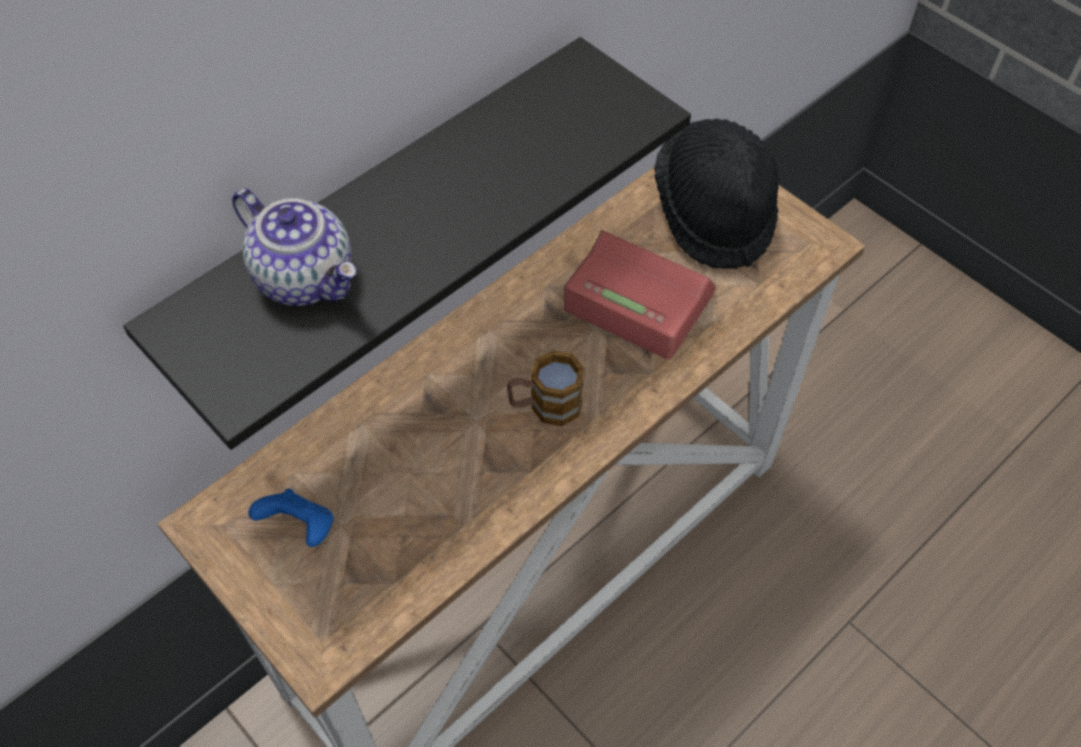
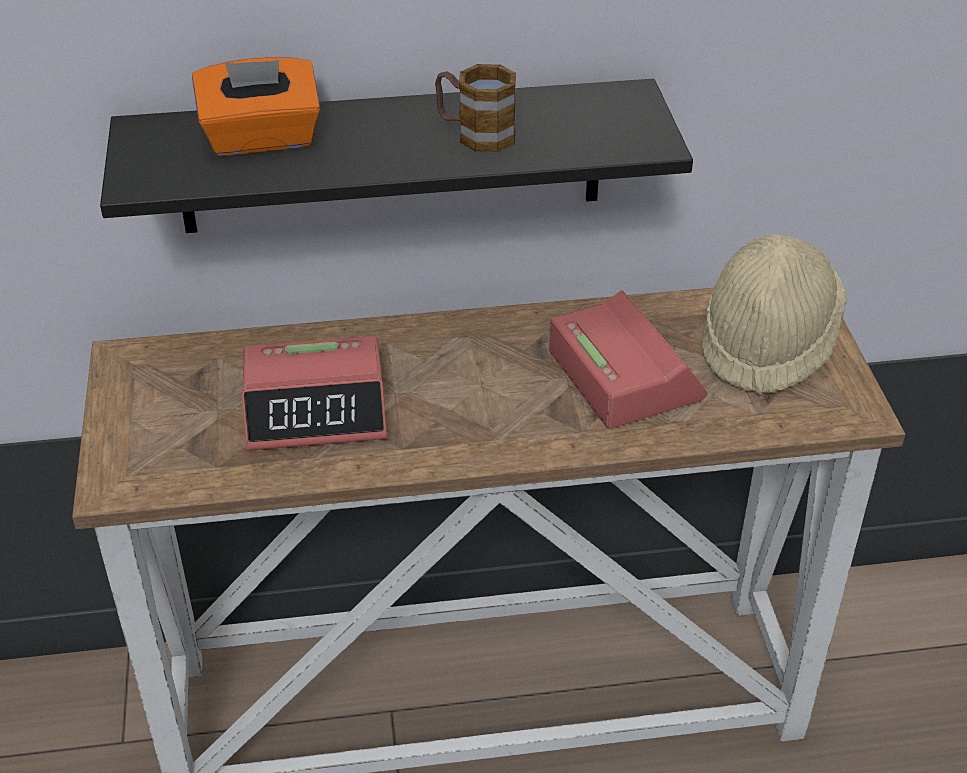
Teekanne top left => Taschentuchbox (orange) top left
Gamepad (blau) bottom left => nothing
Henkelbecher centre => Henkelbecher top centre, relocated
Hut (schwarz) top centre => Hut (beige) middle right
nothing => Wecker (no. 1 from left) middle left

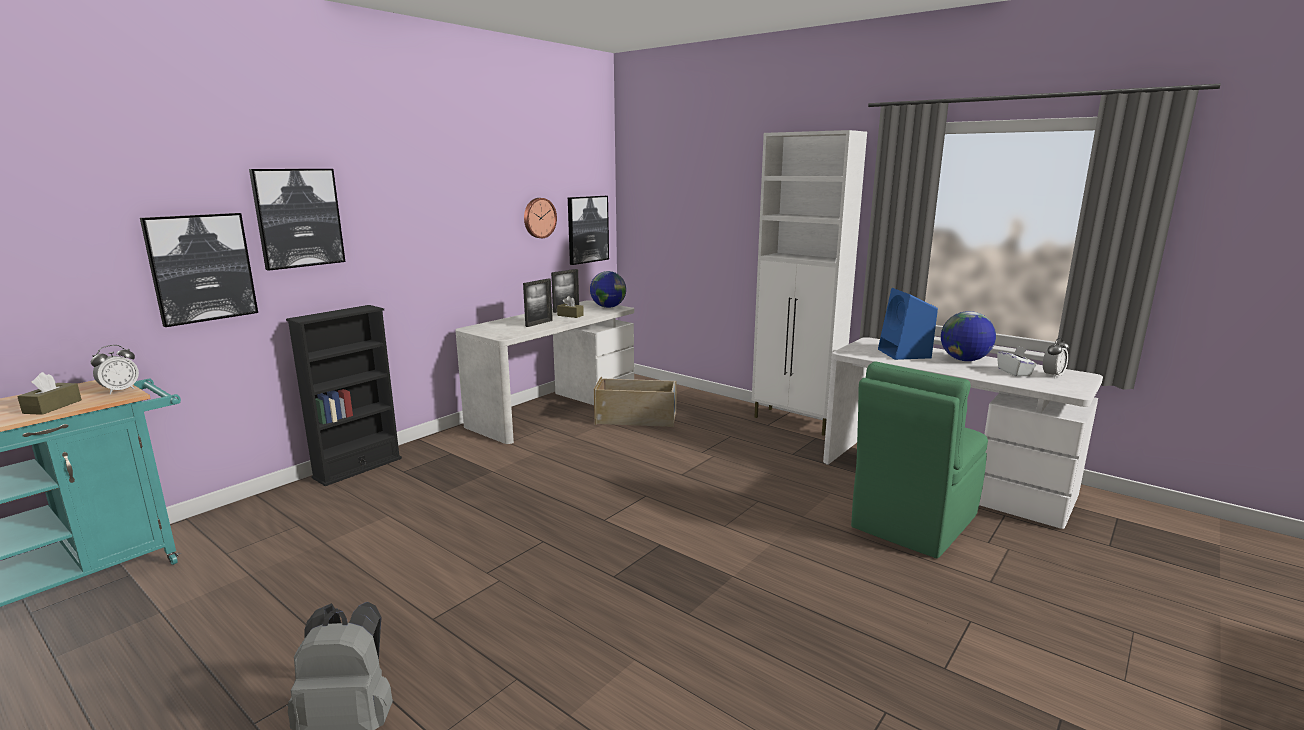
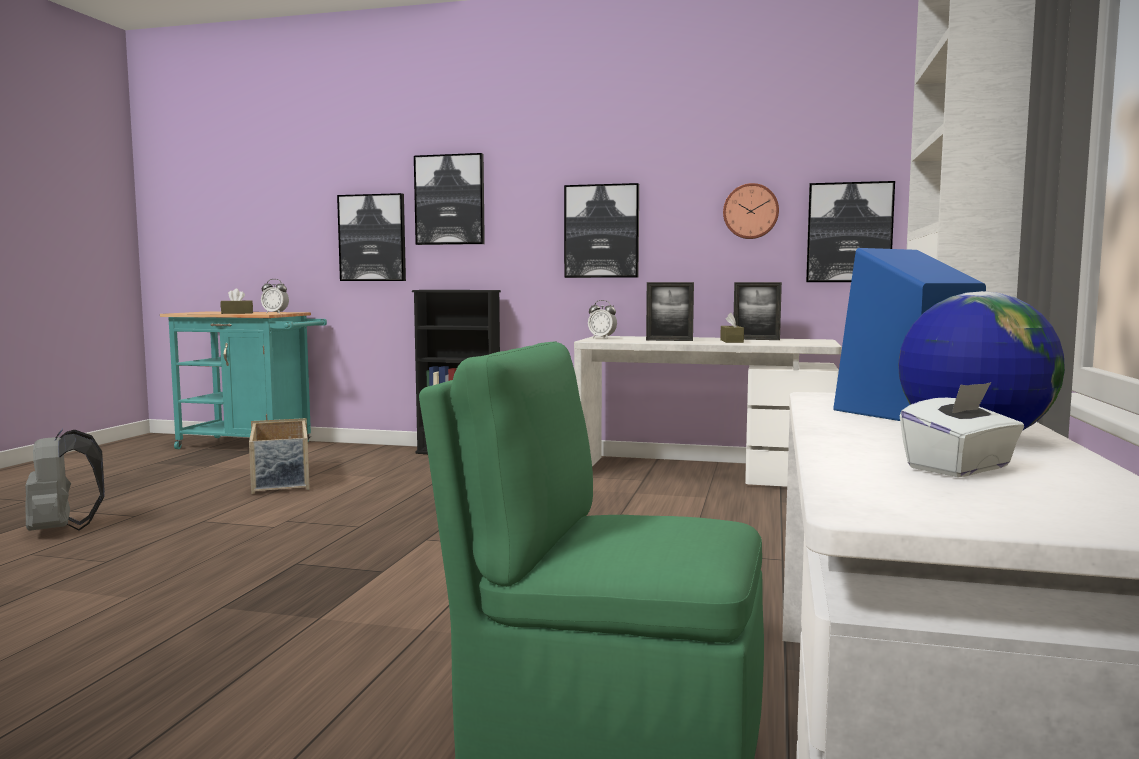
Globus (no. 1 from left) centre => nothing
Aufbewahrungsbox (beige) centre => Aufbewahrungsbox (beige) middle left, relocated
Wecker (no. 2 from left) middle right => Wecker (no. 2 from left) centre, relocated
nothing => Bild (no. 3 from left) top centre

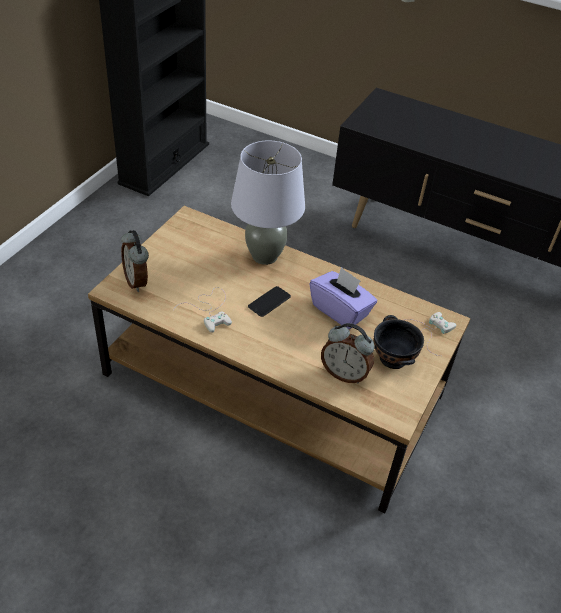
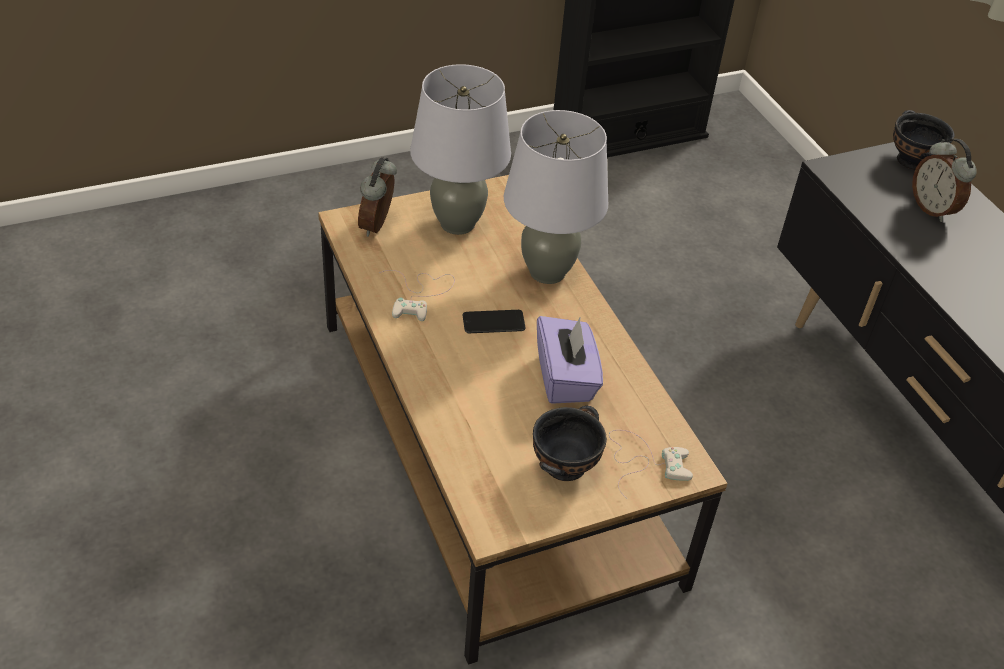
Wecker (no. 2 from left) centre => Wecker (no. 2 from left) top right, relocated
nothing => Tischlampe (grau) (no. 1 from left) top centre
nothing => Schüssel (schwarz) (no. 2 from left) top right

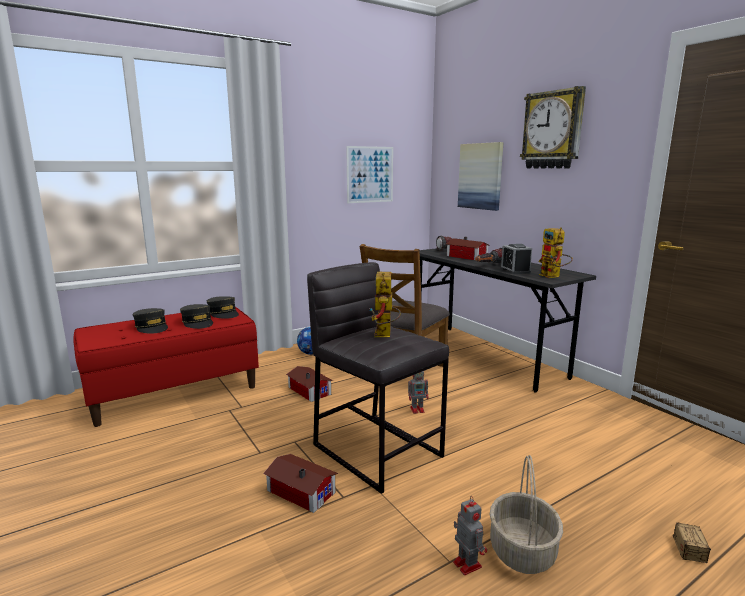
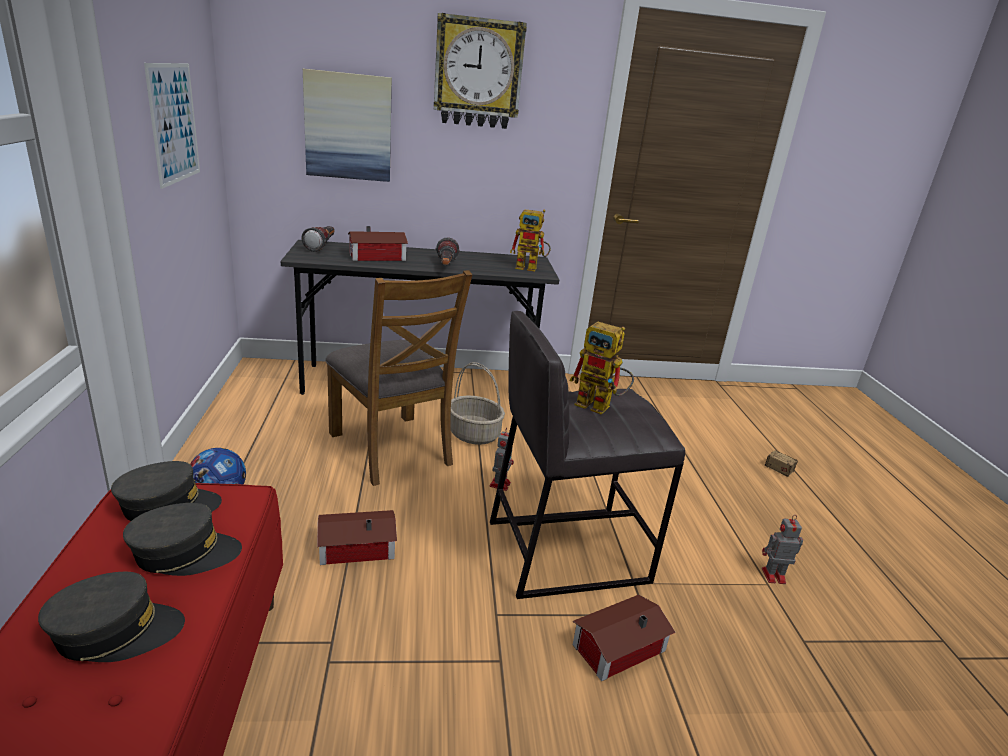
Korb bottom right => Korb centre, relocated
Wecker middle right => nothing

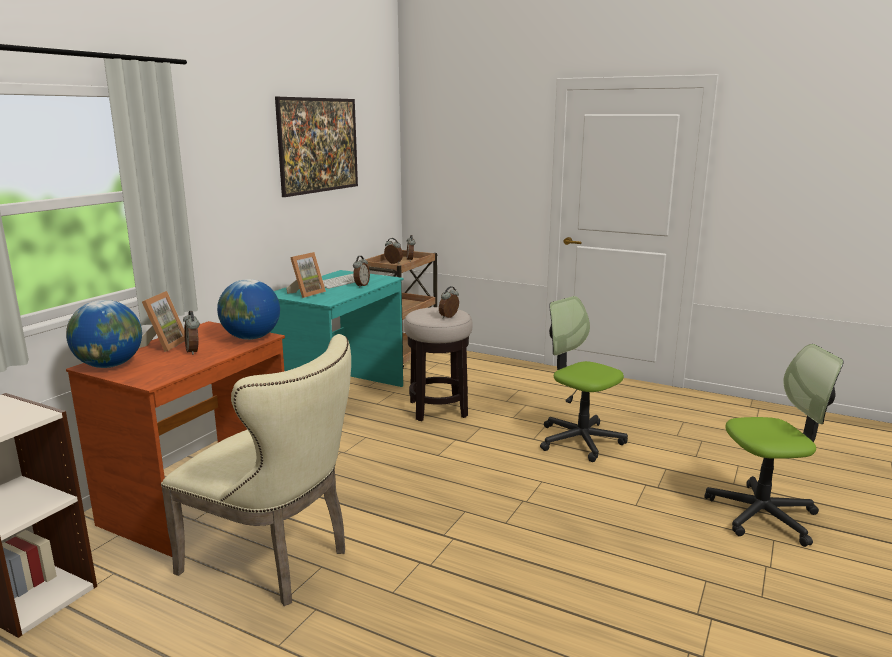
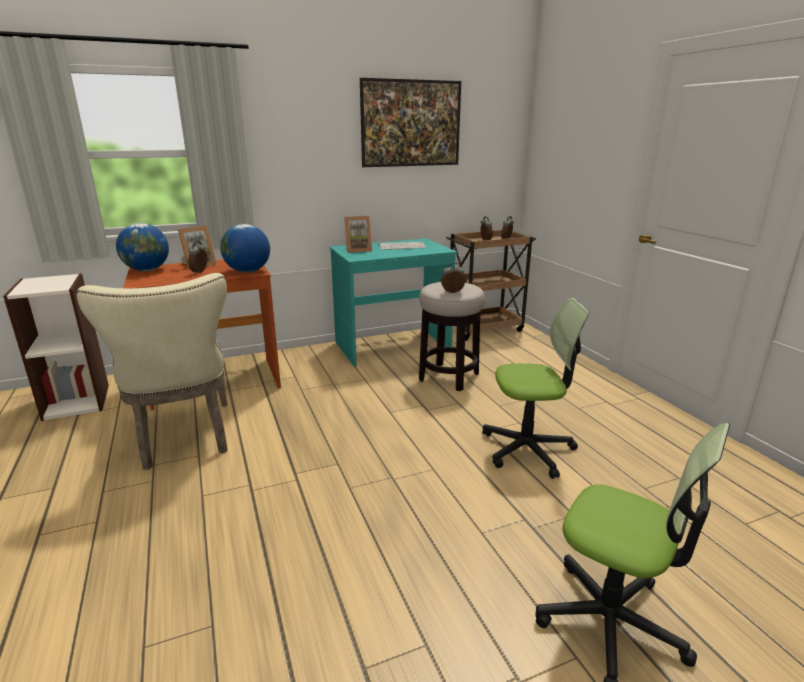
Wecker (no. 2 from left) centre => nothing
Bürostuhl (no. 1 from left) centre, 90 degrees clockwise

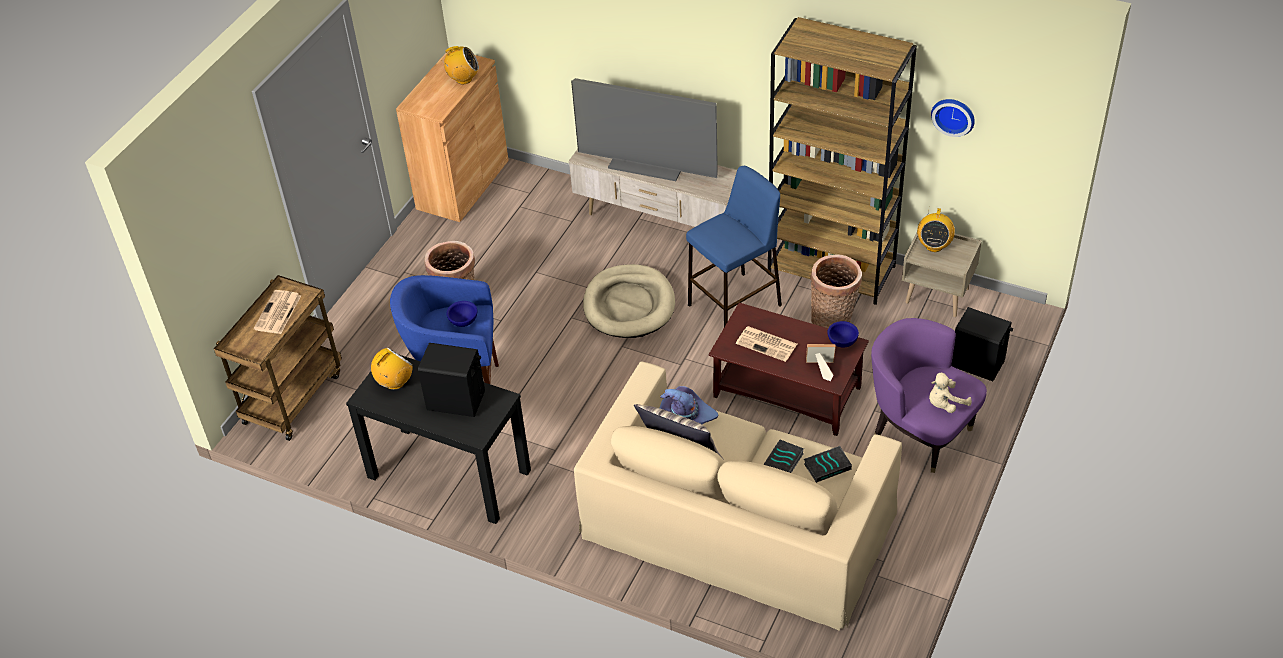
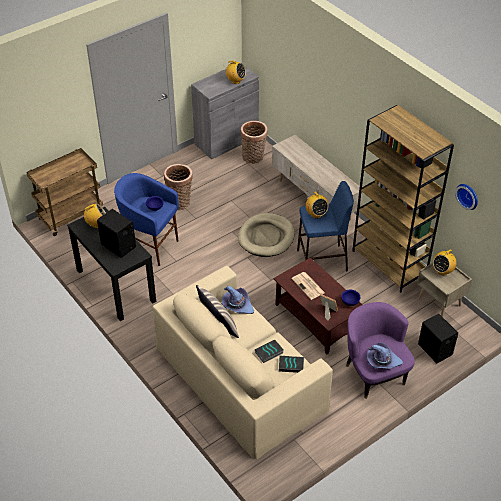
Zeitung (no. 1 from left) middle left => nothing
Schrank (braun) top centre => Schrank (grau) top centre
Fernseher top centre => nothing
Korb (no. 2 from left) centre => Korb (no. 2 from left) top centre, relocated
Plüschtier (beige) middle right => Hut (lila) (no. 2 from left) bottom right
nothing => Radio (no. 3 from left) centre

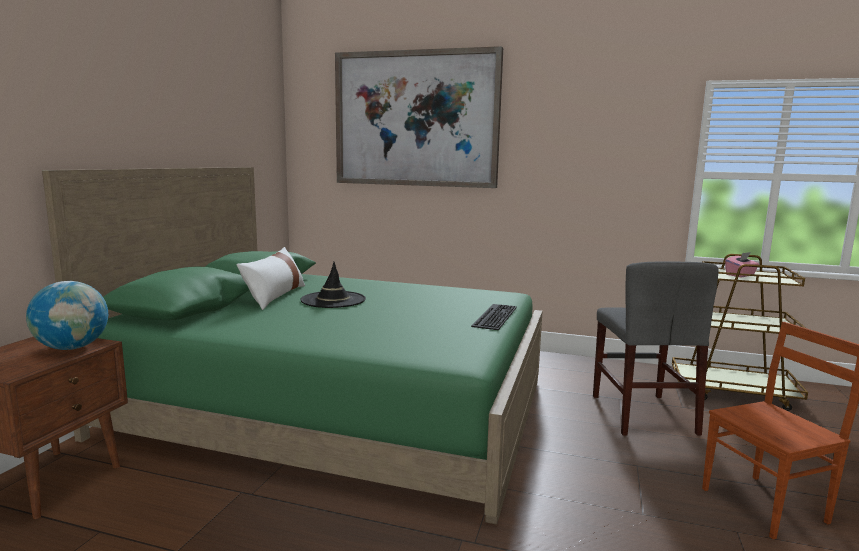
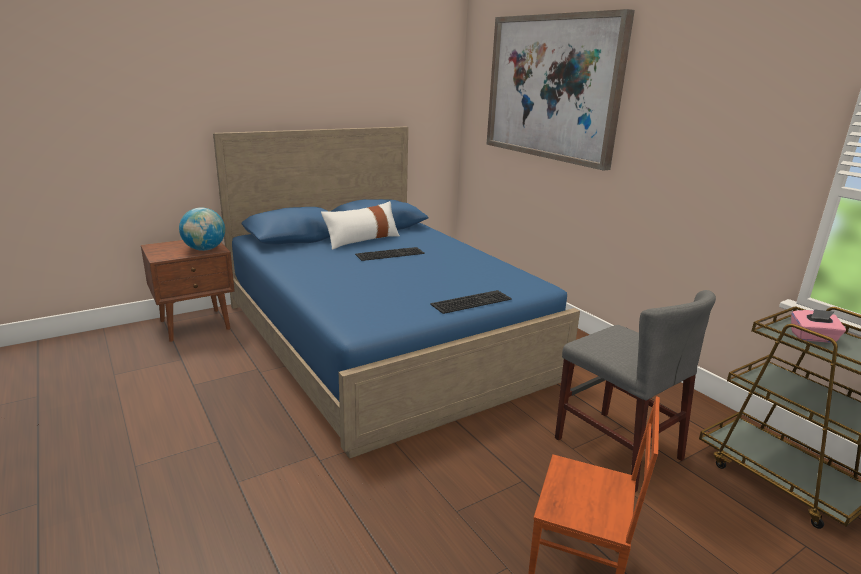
Bett (grün) centre => Bett (blau) centre
Hut (schwarz) centre => Tastatur (no. 1 from left) centre
Stuhl (grau) middle right => Stuhl (grau) bottom right, 75 degrees counterclockwise

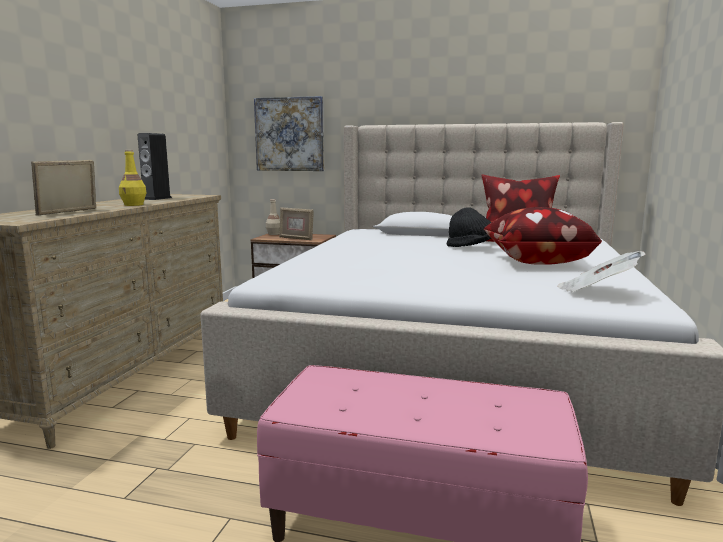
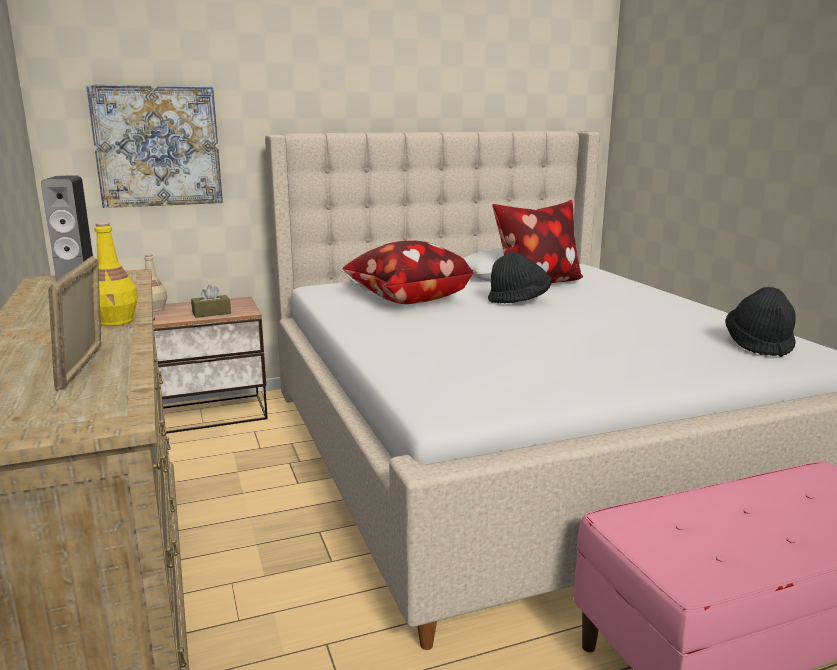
Bilderrahmen (no. 2 from left) centre => Taschentuchbox (braun) middle left
Kissen (no. 2 from left in the first image) middle right => Kissen (no. 1 from left) centre, relocated
Zeitung middle right => Hut (schwarz) (no. 2 from left) middle right

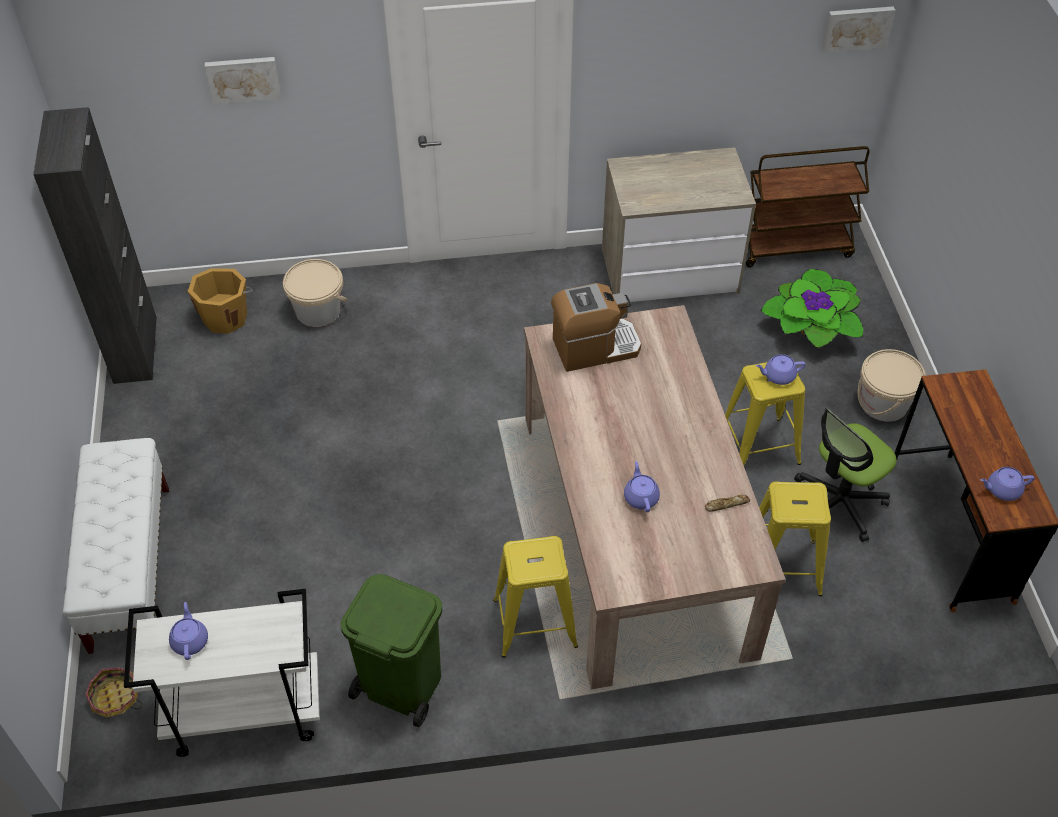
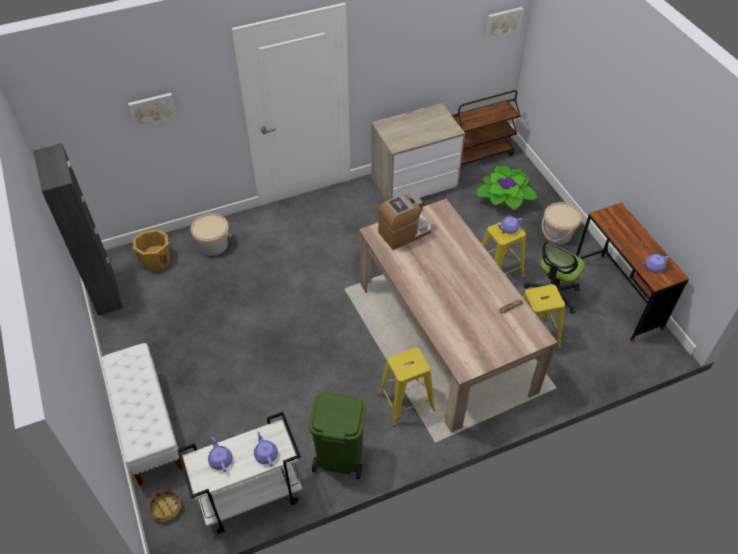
Teekanne (lila) (no. 2 from left) centre => Teekanne (lila) (no. 2 from left) bottom centre, relocated

